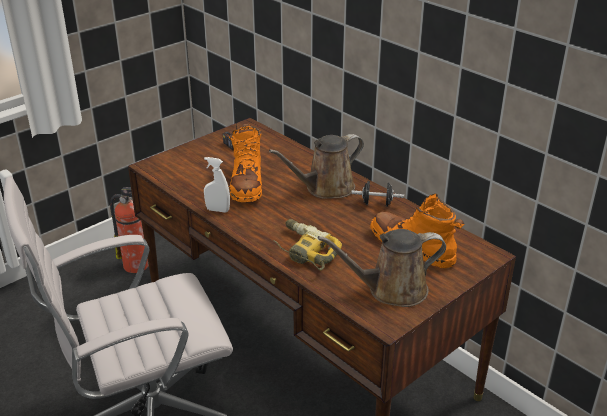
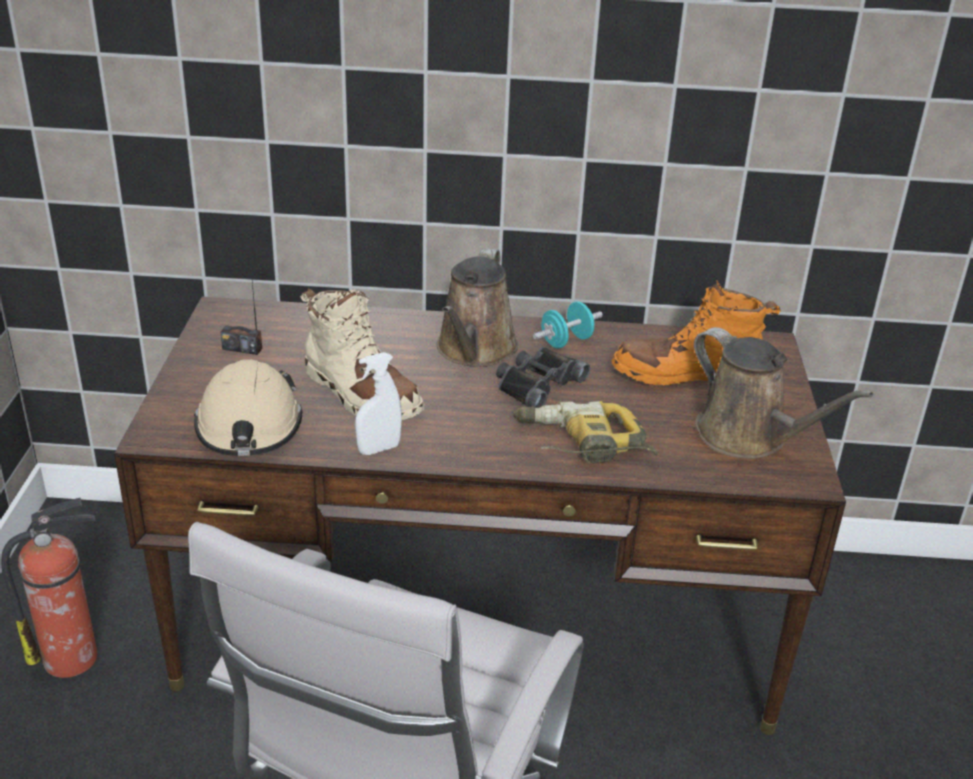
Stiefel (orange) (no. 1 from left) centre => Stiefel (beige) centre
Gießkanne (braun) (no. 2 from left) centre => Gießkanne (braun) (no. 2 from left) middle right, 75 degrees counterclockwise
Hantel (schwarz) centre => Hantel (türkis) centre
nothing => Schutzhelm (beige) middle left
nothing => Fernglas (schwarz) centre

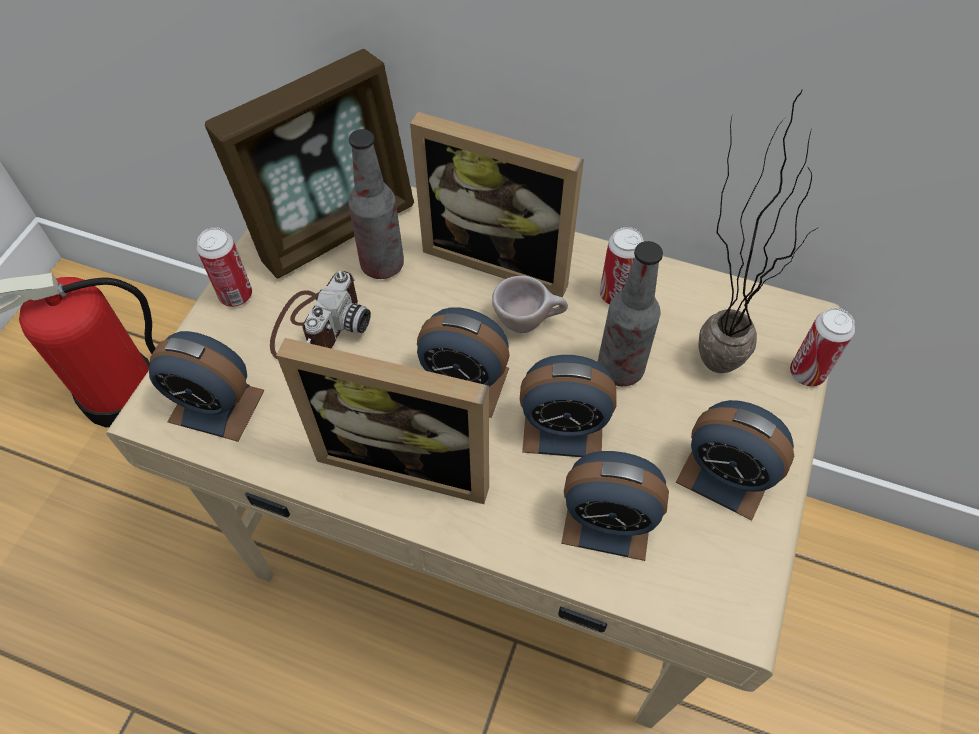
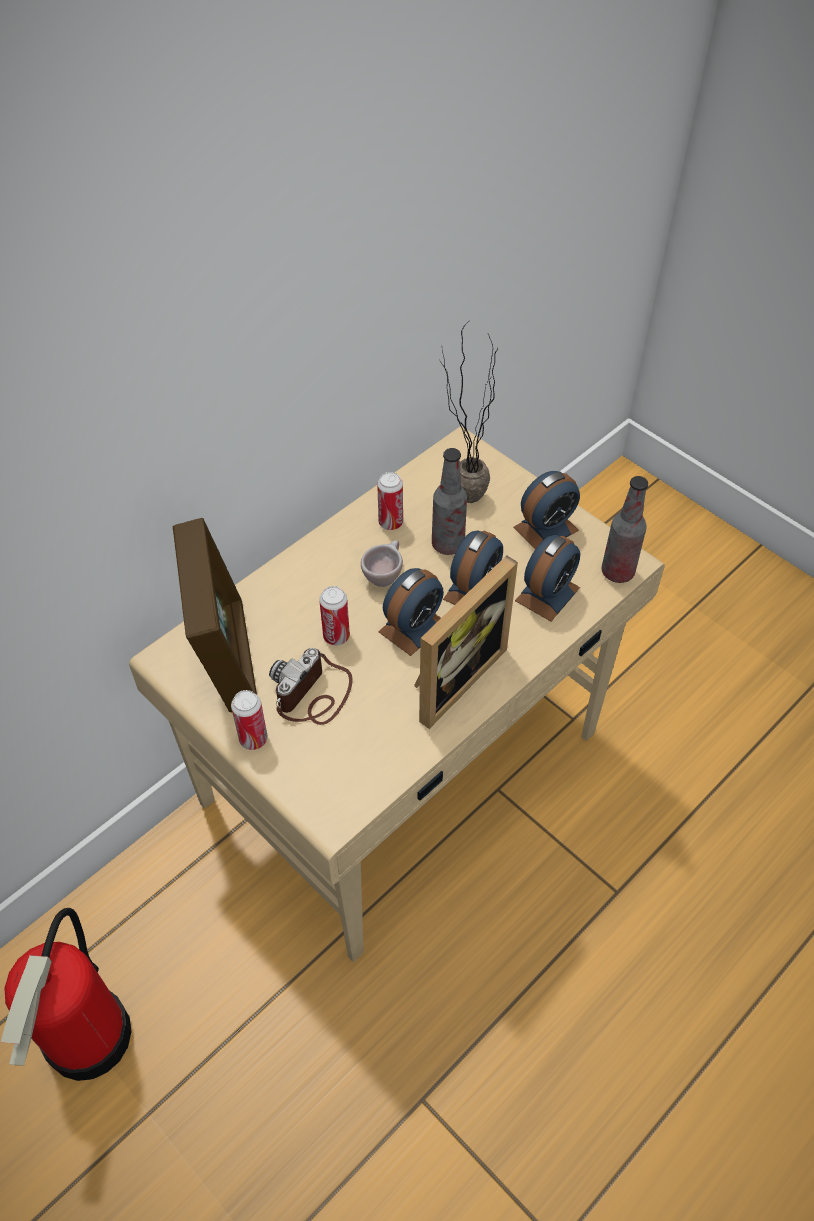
Wecker (no. 1 from left) middle left => nothing
Kamera middle left => Kamera centre, 105 degrees counterclockwise
Flasche (no. 1 from left in the first image) top centre => Flasche (no. 2 from left) middle right, relocated
Bilderrahmen (no. 3 from left) top centre => nothing
Dose (no. 3 from left in the first image) middle right => Dose (no. 2 from left) centre, relocated

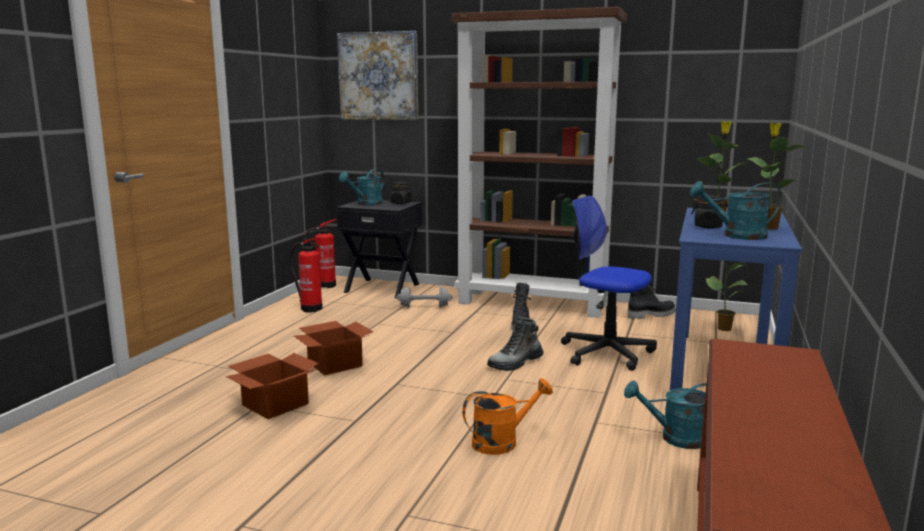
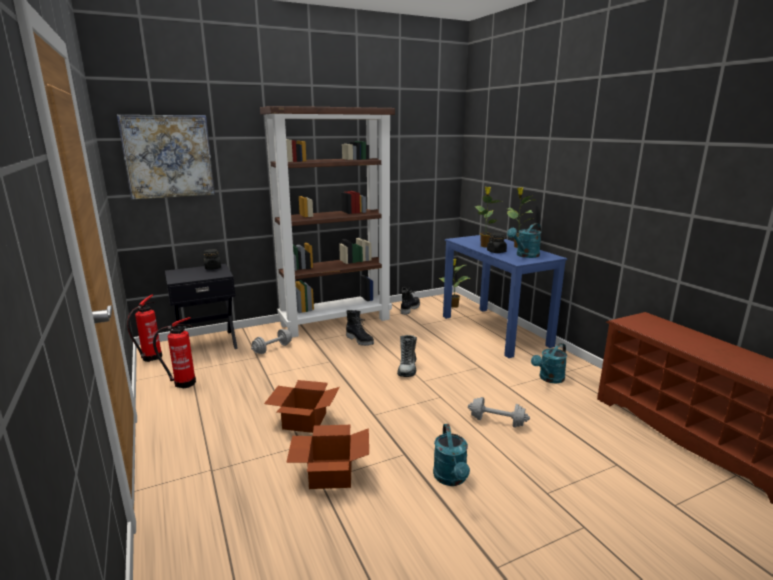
Gießkanne (türkis) (no. 1 from left) centre => Gießkanne (türkis) (no. 1 from left) bottom centre, relocated
Gießkanne (orange) bottom centre => Hantel (grau) (no. 2 from left) bottom centre
Bürostuhl centre => nothing

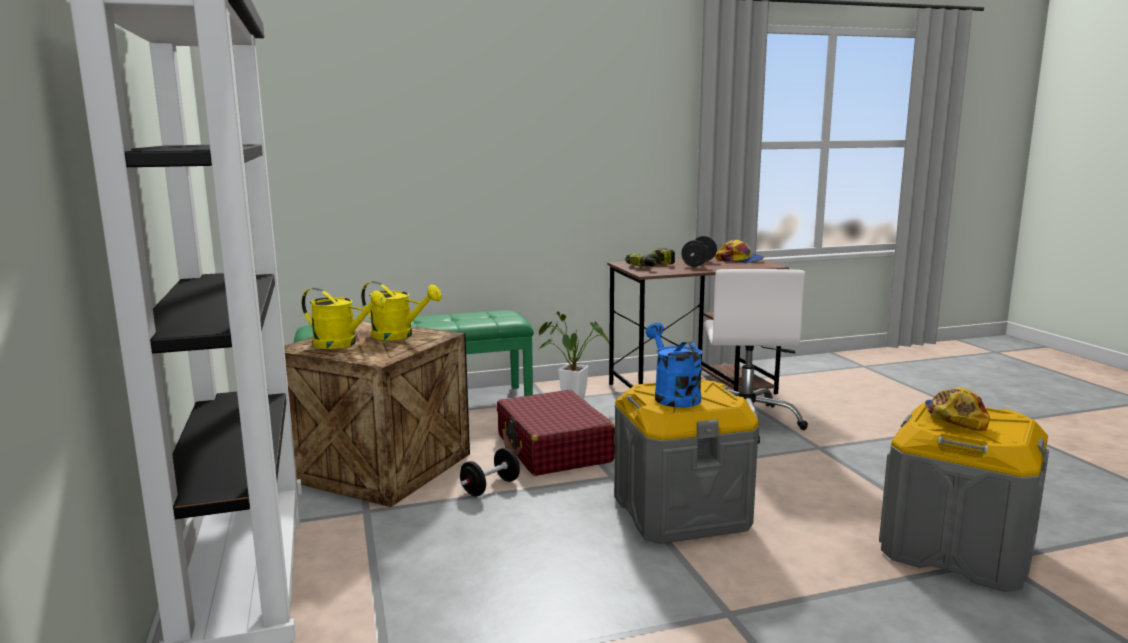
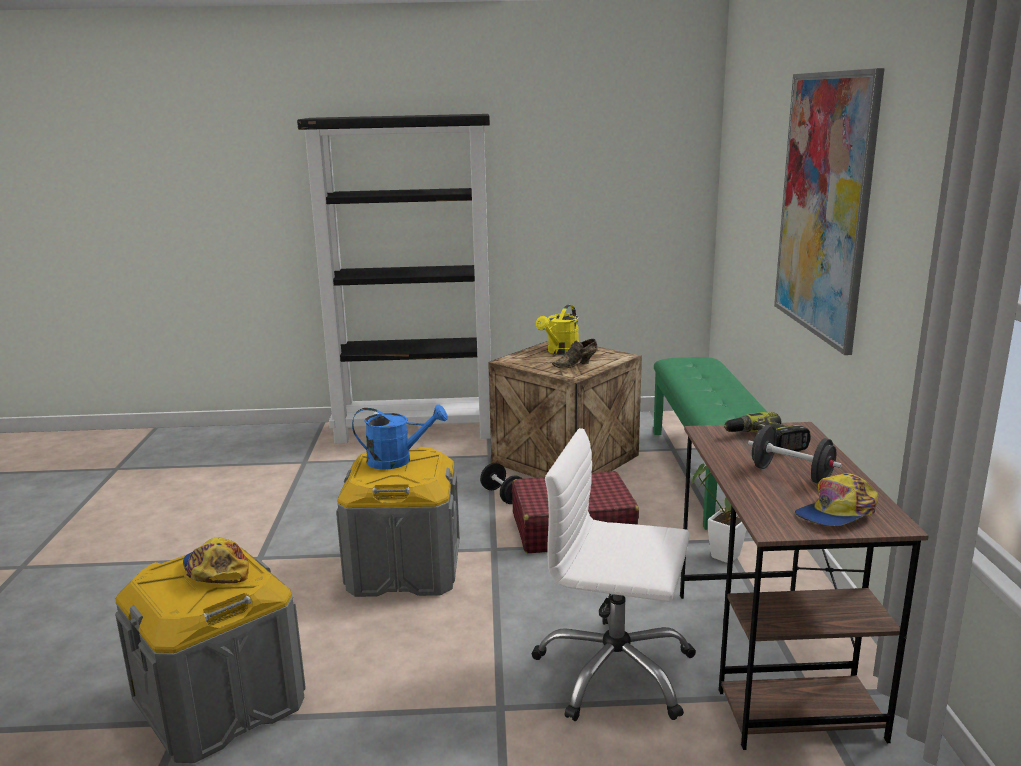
Gießkanne (gelb) (no. 2 from left) centre => Schuh (braun) centre
Kappe (no. 2 from left in the first image) middle right => Kappe (no. 1 from left) bottom left, 150 degrees counterclockwise
nothing => Bild top right

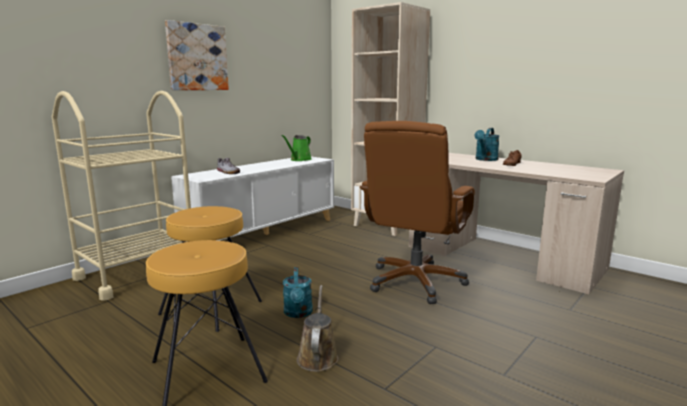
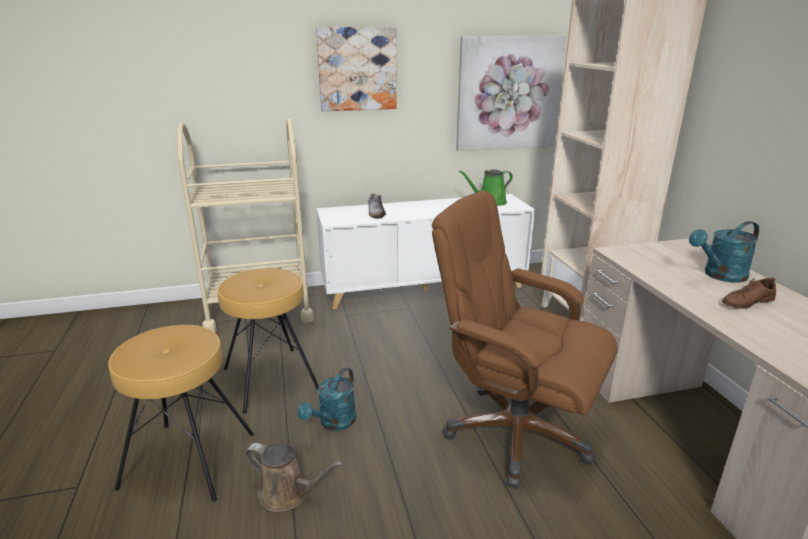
Gießkanne (braun) bottom centre, 75 degrees clockwise
Bürostuhl (braun) centre, 60 degrees clockwise
nothing => Bild (no. 2 from left) top centre

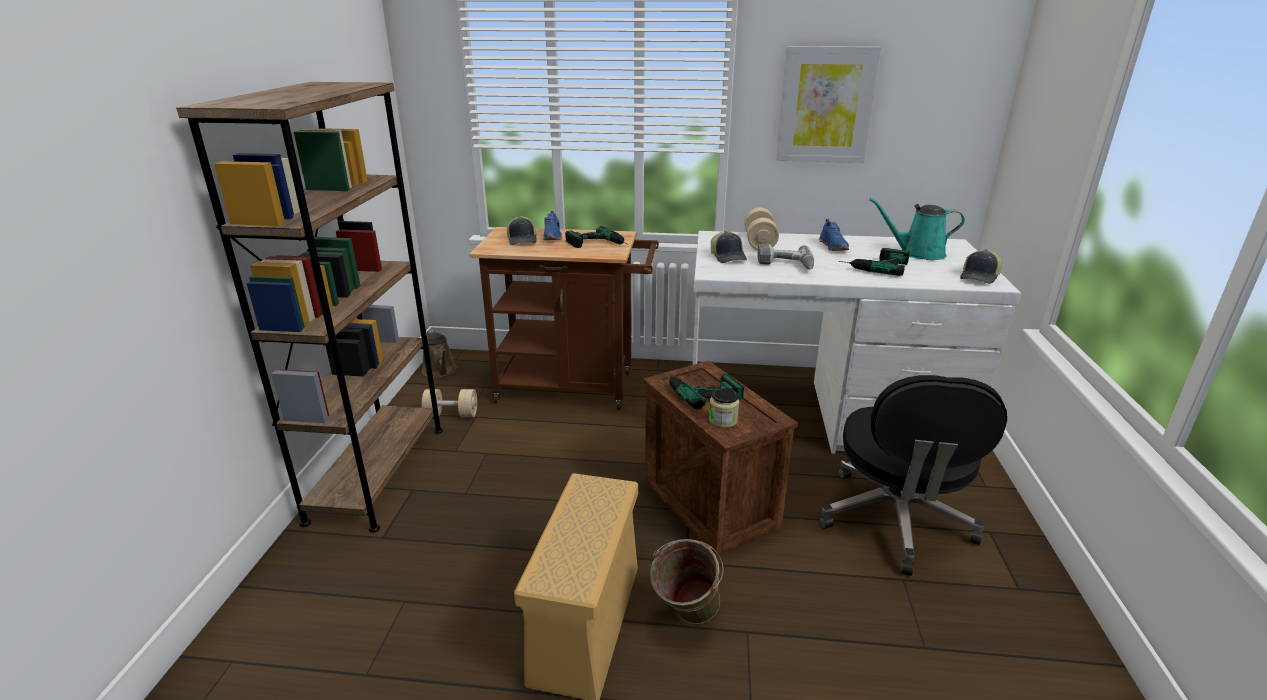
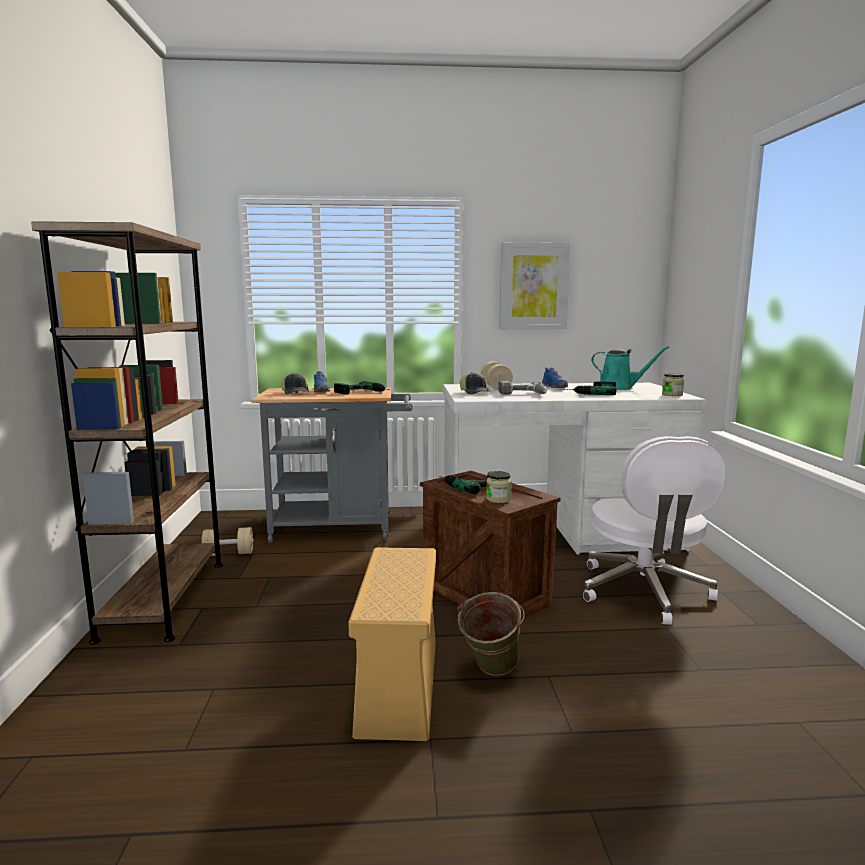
Gießkanne (braun) centre => nothing
Rollwagen (braun) centre => Rollwagen (grau) centre
Bürostuhl (schwarz) bottom right => Bürostuhl (weiß) middle right
Gießkanne (türkis) top right => Gießkanne (türkis) middle right, 150 degrees counterclockwise
Kappe (no. 3 from left) middle right => Vorratsglas (no. 2 from left) middle right

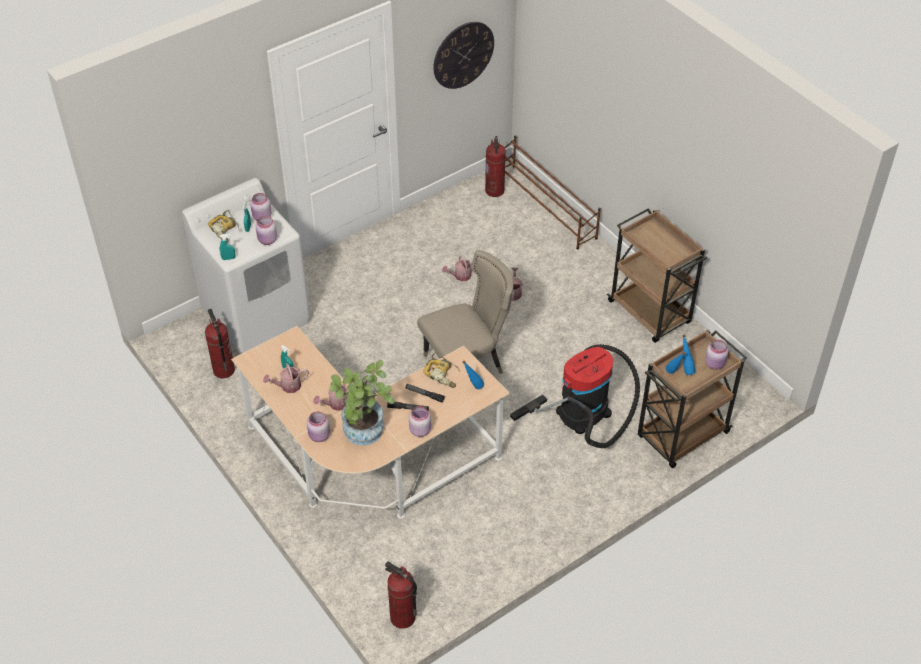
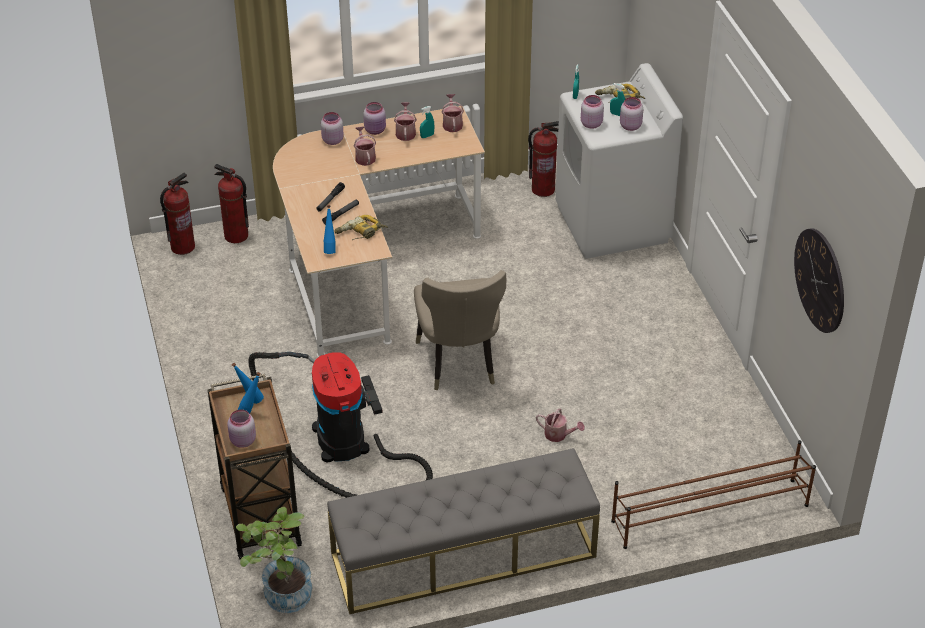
Topfpflanze centre => Topfpflanze bottom left, relocated
Vorratsglas (rosa) (no. 4 from left in the first image) centre => Vorratsglas (rosa) (no. 3 from left) top centre, relocated
Gießkanne (no. 3 from left) centre => Gießkanne (no. 3 from left) top centre, relocated
Feuerlöscher (no. 3 from left in the first image) top centre => Feuerlöscher (no. 2 from left) top left, relocated
Rollwagen (braun) (no. 1 from left) middle right => Bank (grau) bottom centre

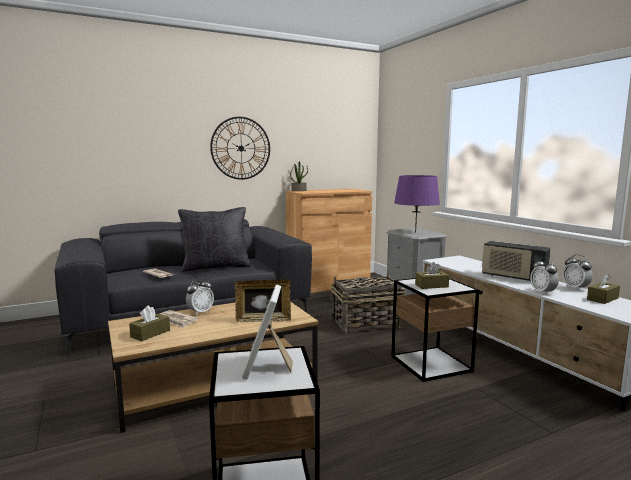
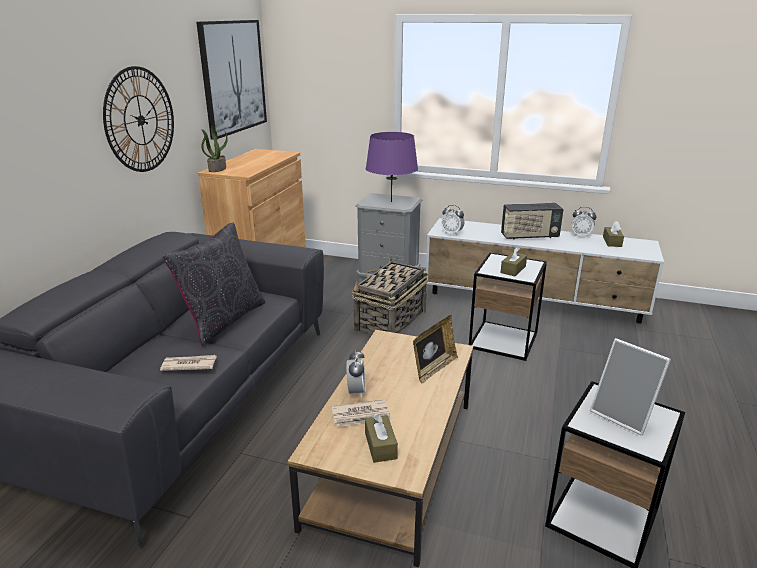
Wecker (no. 2 from left) middle right => Wecker (no. 2 from left) centre, relocated
nothing => Bild top left

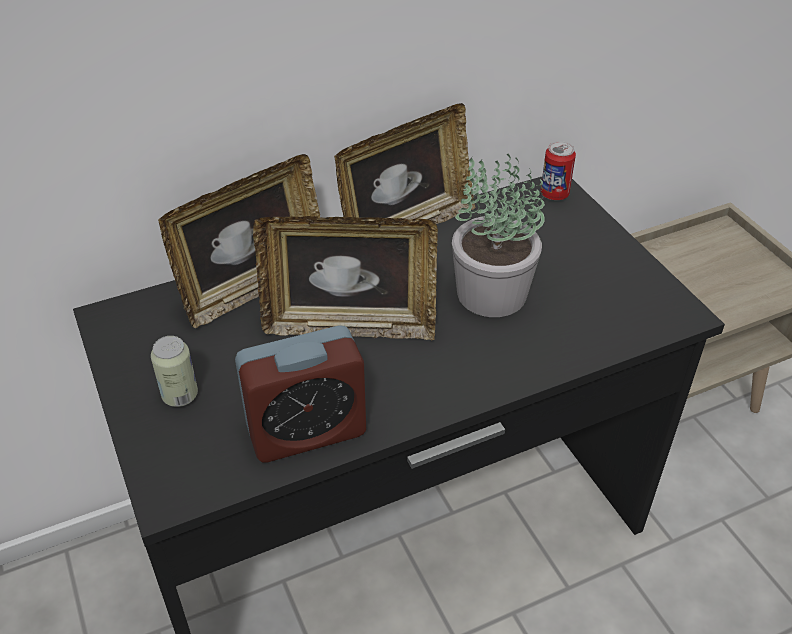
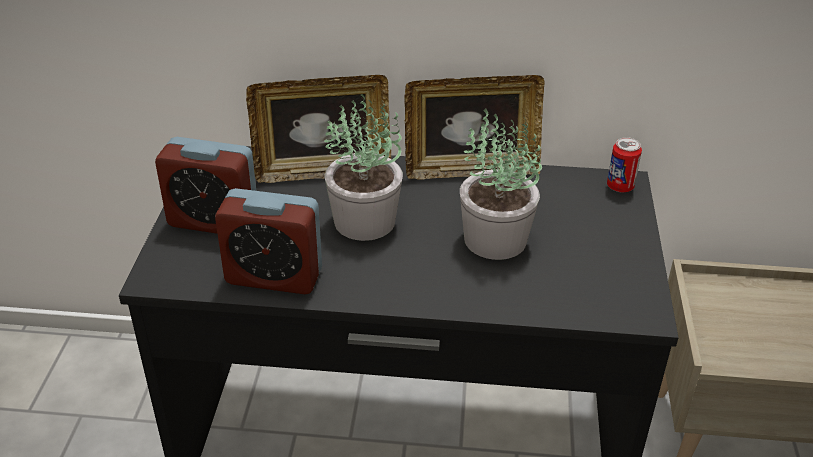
Dose (no. 1 from left) middle left => Wecker (no. 1 from left) middle left
Bilderrahmen (no. 2 from left) centre => Topfpflanze (no. 1 from left) centre

